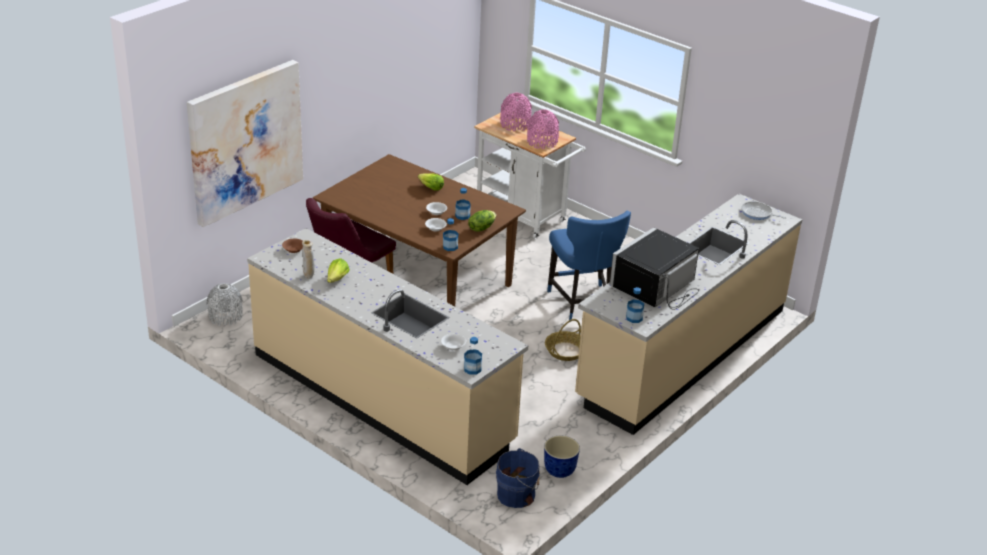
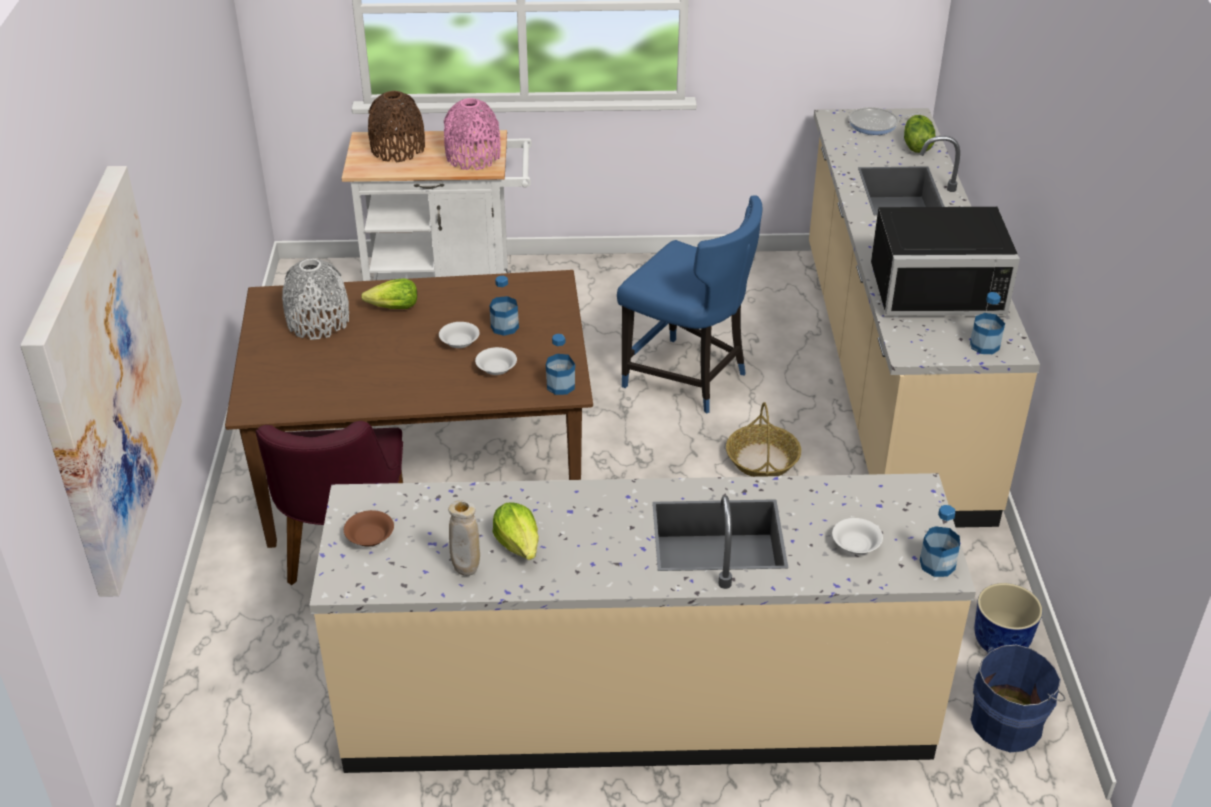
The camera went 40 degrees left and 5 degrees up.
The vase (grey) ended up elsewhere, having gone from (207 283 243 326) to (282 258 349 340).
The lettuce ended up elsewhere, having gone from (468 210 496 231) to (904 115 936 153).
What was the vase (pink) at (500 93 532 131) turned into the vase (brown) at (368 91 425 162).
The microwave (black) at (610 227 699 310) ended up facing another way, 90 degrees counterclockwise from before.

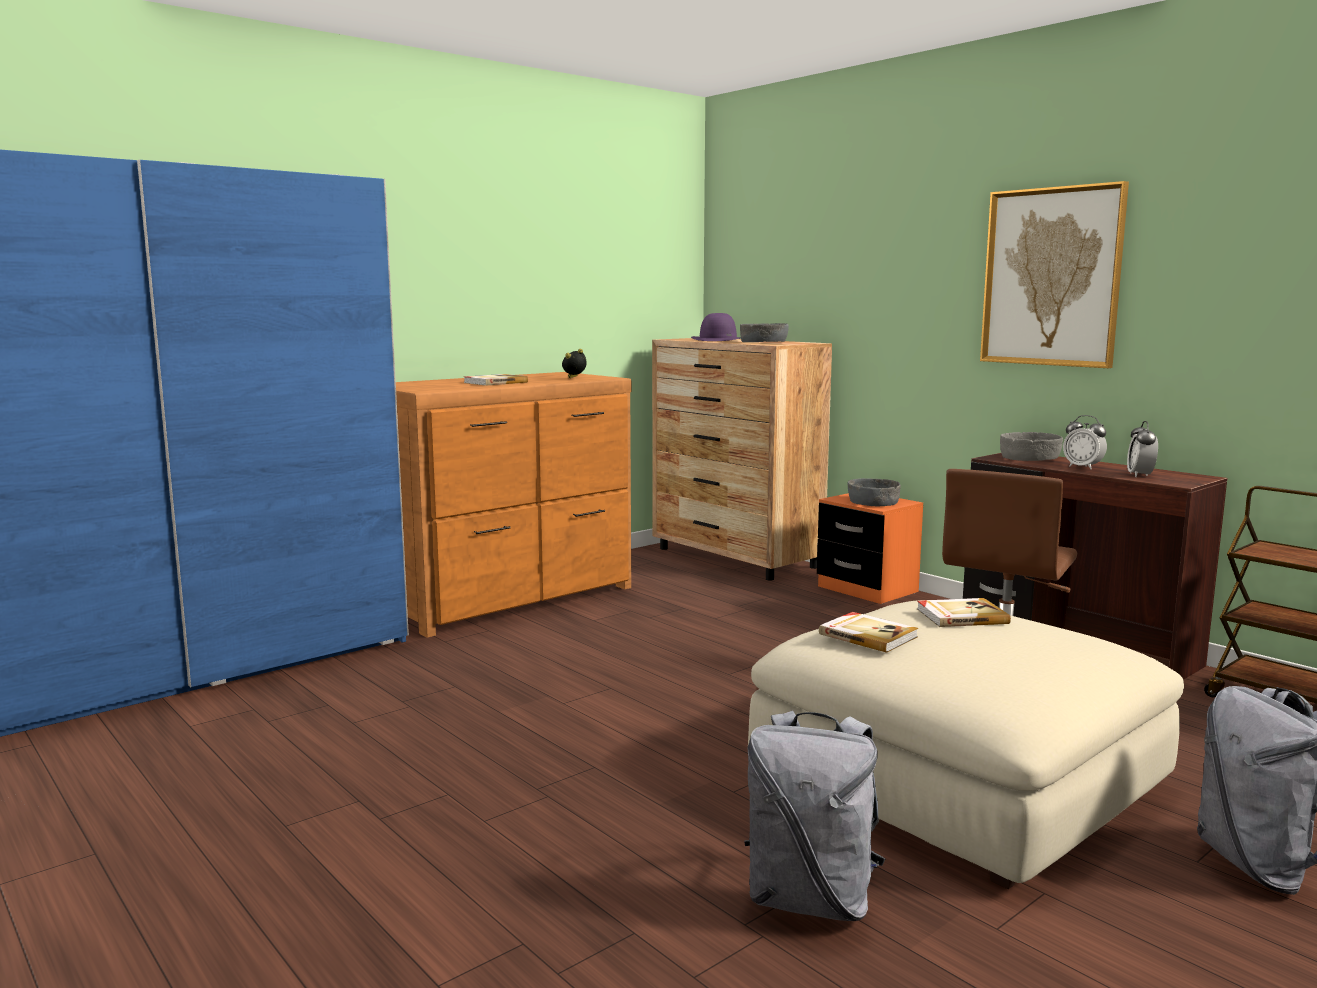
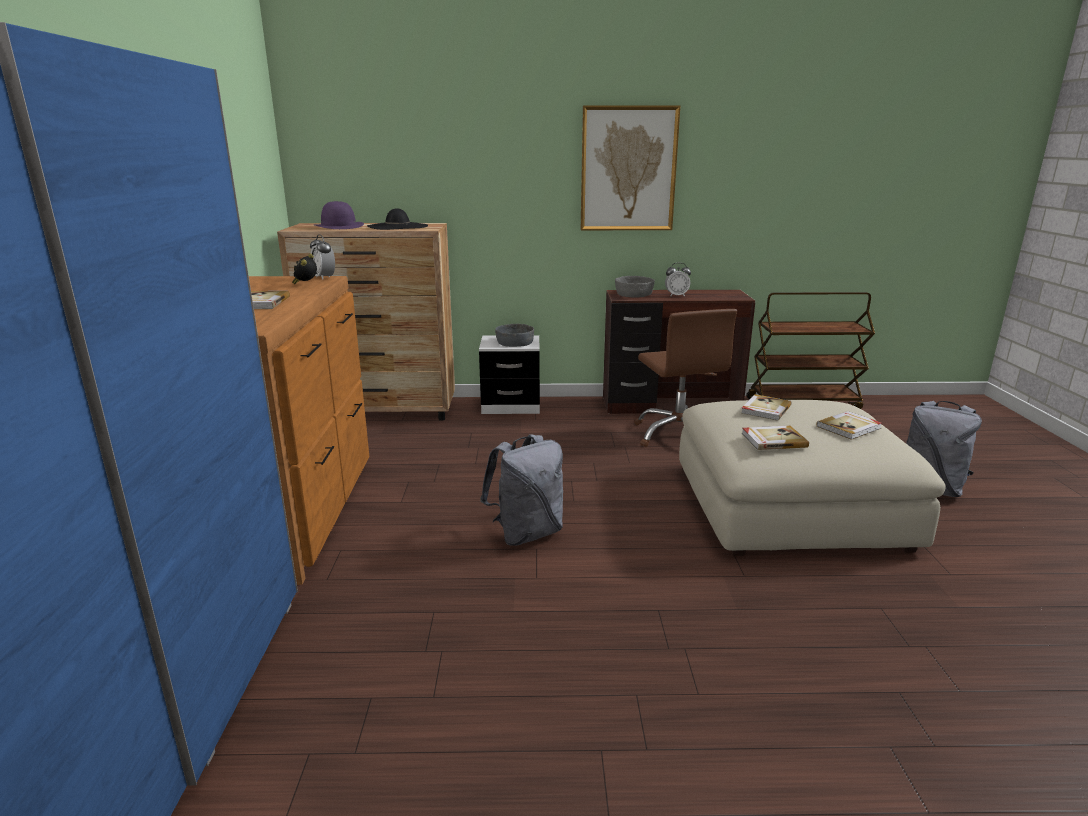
The camera went 50 degrees left and 10 degrees up.
The second view gained the book at (816 411 882 440).
The backpack (grey) ended up elsewhere, having gone from (744 711 885 921) to (480 434 563 546).
The alarm clock ended up elsewhere, having gone from (1127 421 1158 477) to (310 234 335 280).
Where the bowl (grey) stood at (740 323 789 342), the hat (black) came to stand at (367 208 428 230).
What was the nightstand (orange) at (817 493 923 604) turned into the nightstand (white) at (479 335 540 414).

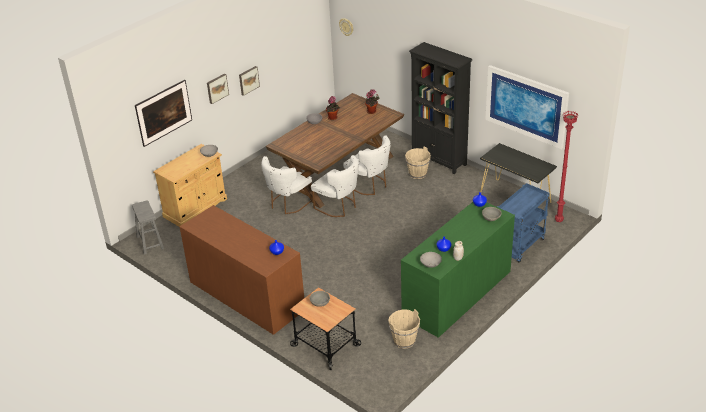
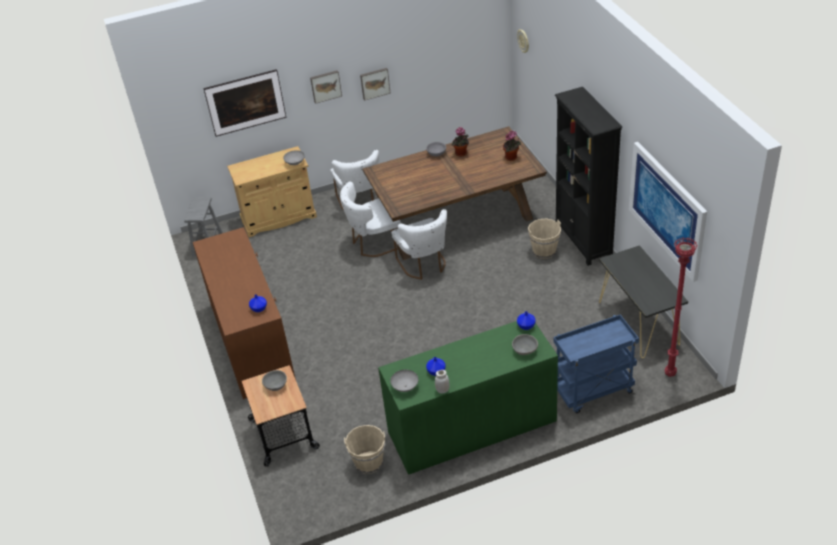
The camera went 30 degrees right and 5 degrees up.
The chair (white) ended up elsewhere, having gone from (343 136 391 195) to (330 150 379 209).

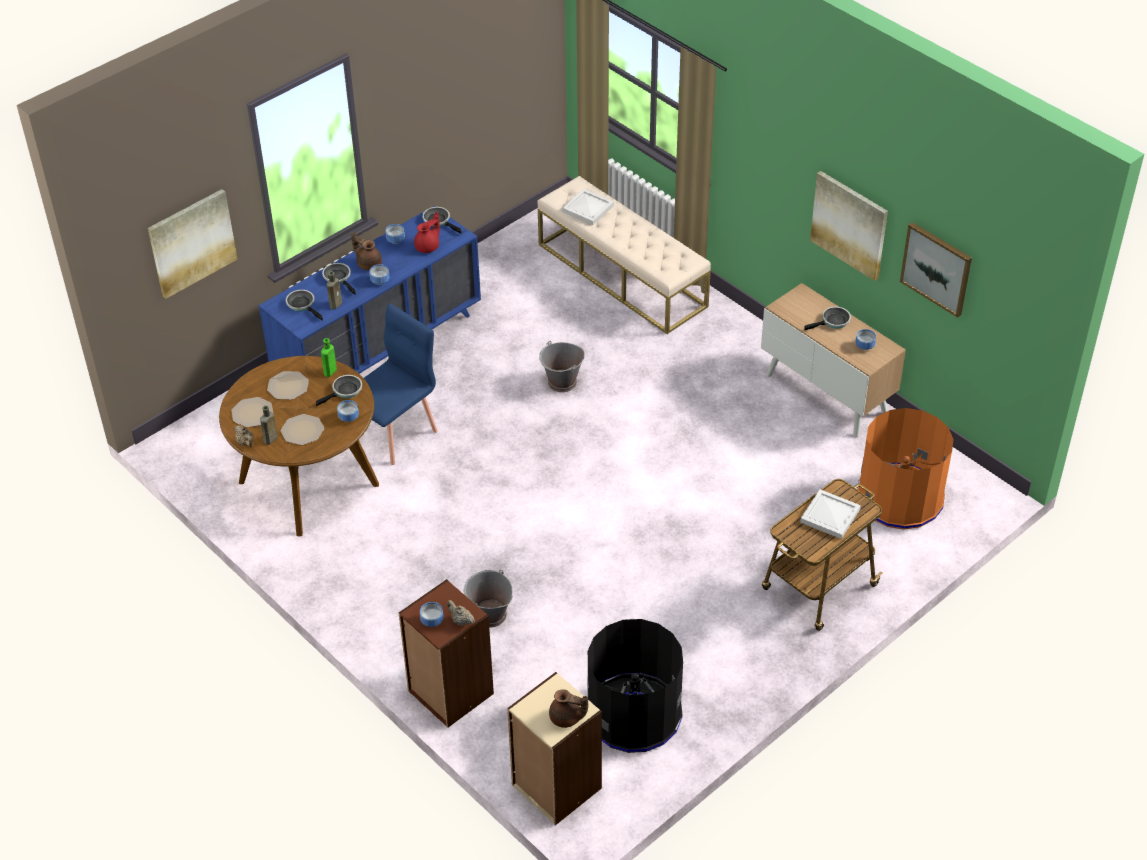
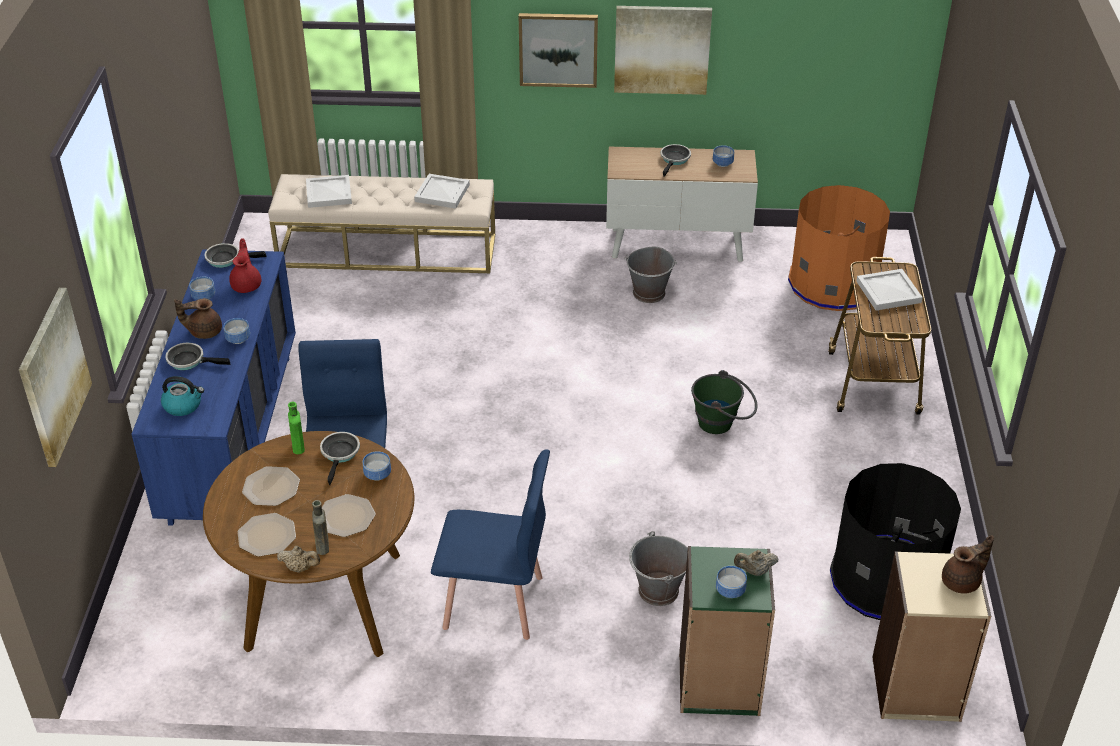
The camera went 45 degrees left and 5 degrees down.
The second view lost the bottle (brown) at (327 271 342 309).
The second view gained the tray (white) at (414 174 470 209).
The second view gained the chair (blue) at (431 450 550 640).
The second view gained the bucket (green) at (691 370 757 434).
The bucket (grey) ended up elsewhere, having gone from (539 341 585 392) to (624 247 677 303).
The picture ended up elsewhere, having gone from (900 222 972 318) to (519 13 598 88).
Where the frying pan stood at (286 290 323 321), the kettle came to stand at (161 376 204 416).
What was the bookcase (brown) at (399 579 494 728) turned into the bookcase (green) at (679 546 775 716).

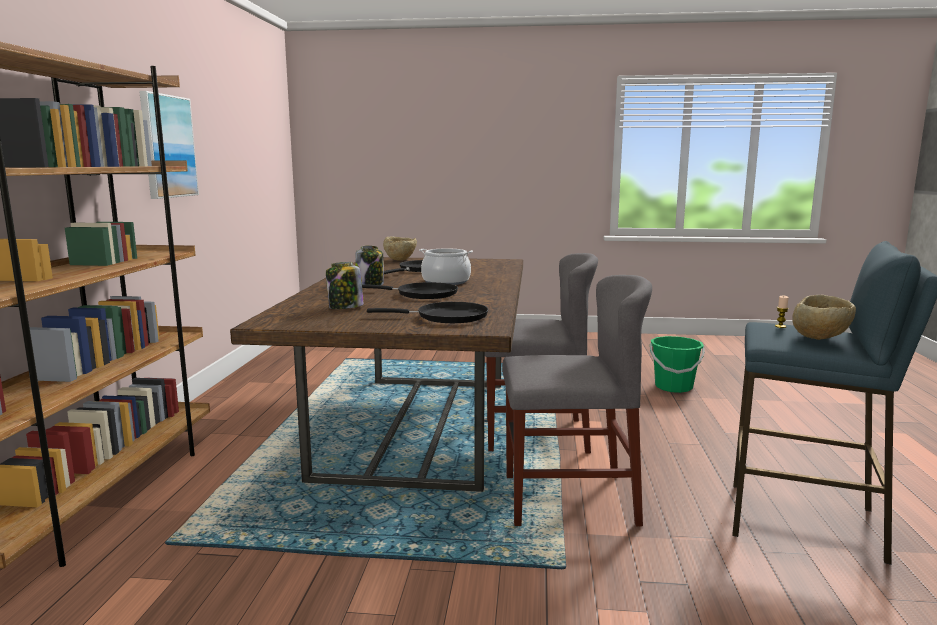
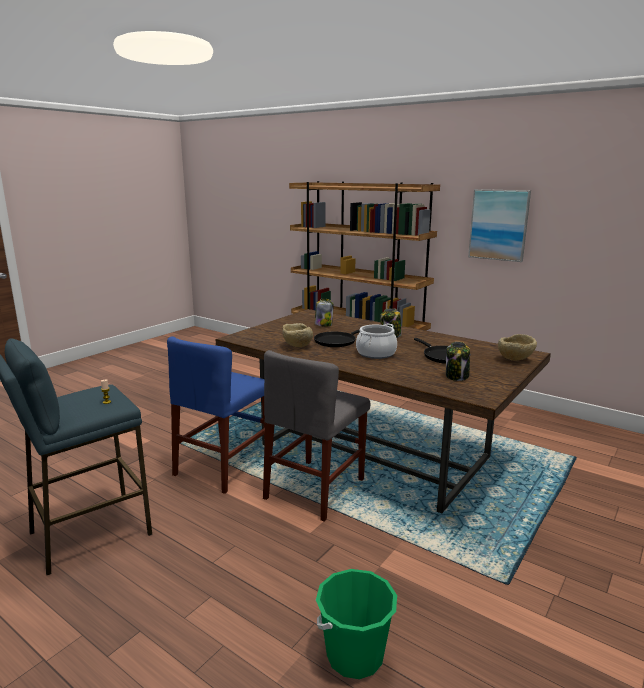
The camera went 120 degrees right and 5 degrees up.
The second view lost the frying pan (black) at (367 302 489 323).
The second view gained the jar at (446 342 470 381).
The bowl (beige) ended up elsewhere, having gone from (792 295 856 340) to (282 323 313 347).
What was the chair (grey) at (502 275 652 527) turned into the chair (blue) at (167 336 265 494).

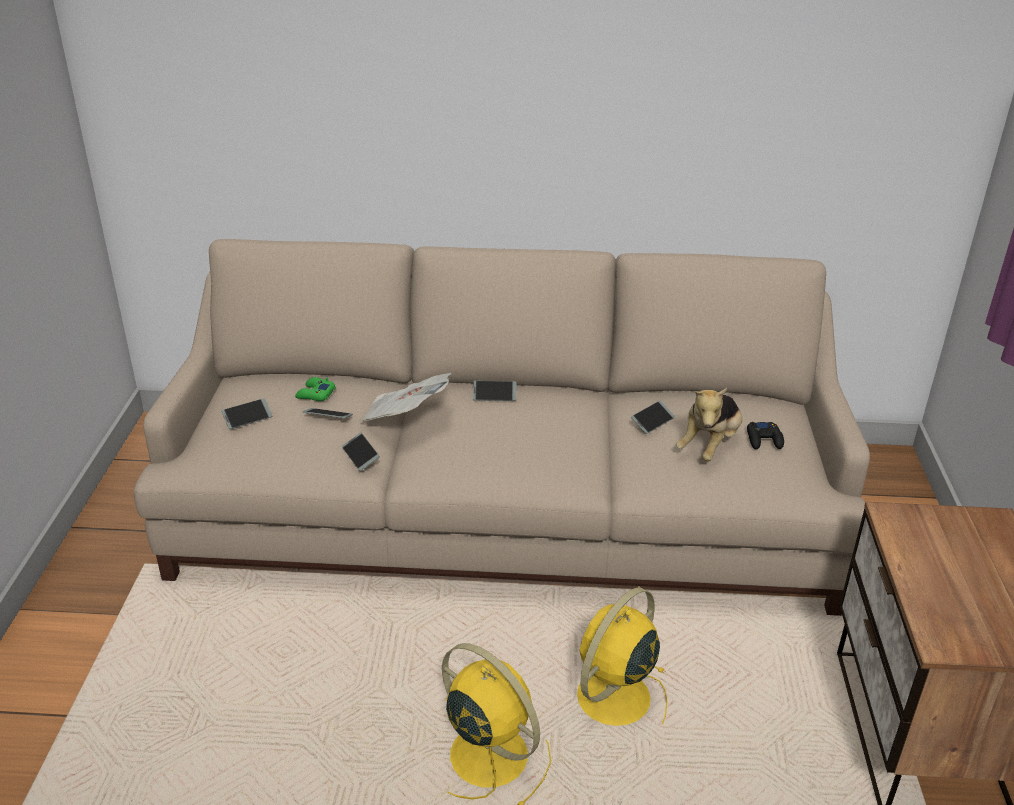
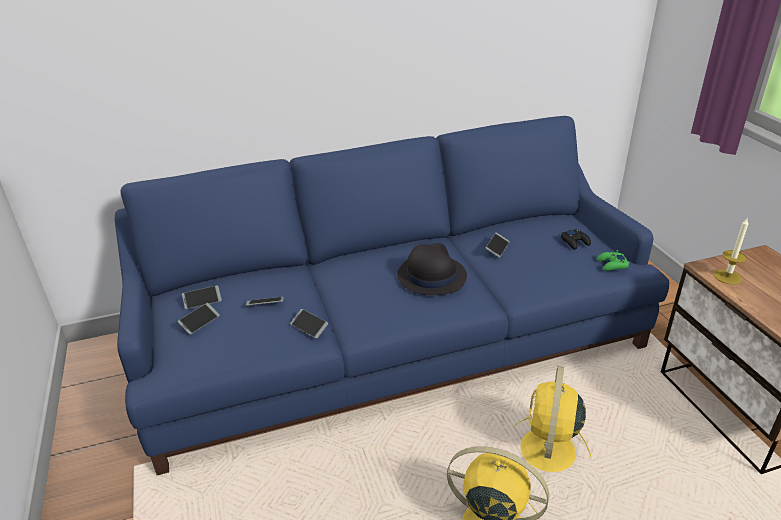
The camera went 20 degrees left and 0 degrees up.
The second view lost the newspaper at (360 373 451 421).
The second view lost the plush toy at (676 388 743 461).
The second view gained the hat (black) at (397 243 467 295).
The second view gained the candle at (714 218 749 285).
The game controller (green) ended up elsewhere, having gone from (295 377 336 401) to (597 250 630 271).
The phone ended up elsewhere, having gone from (473 381 516 401) to (182 286 222 309).
What was the sofa (beige) at (134 239 870 616) turned into the sofa (blue) at (115 116 669 475).

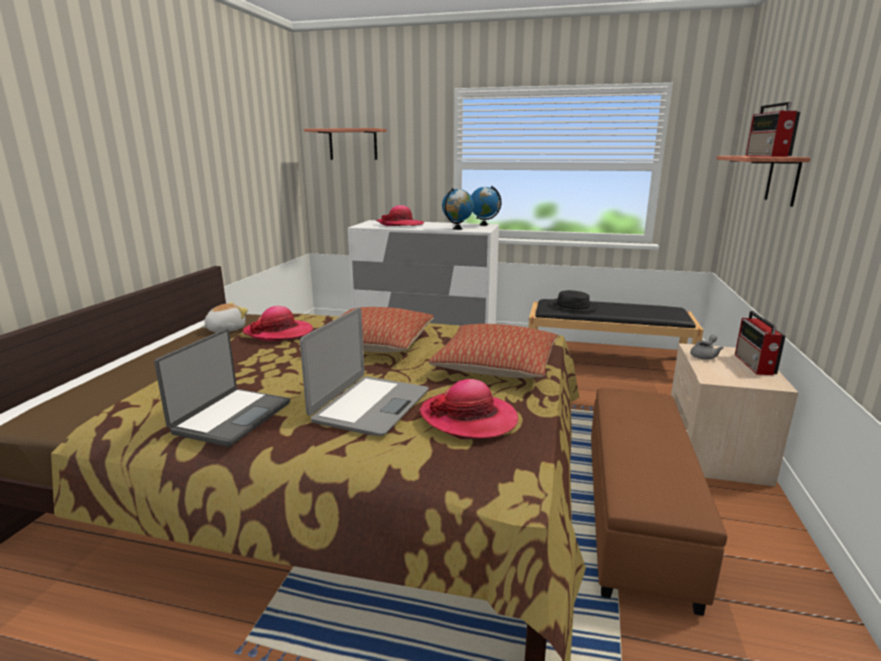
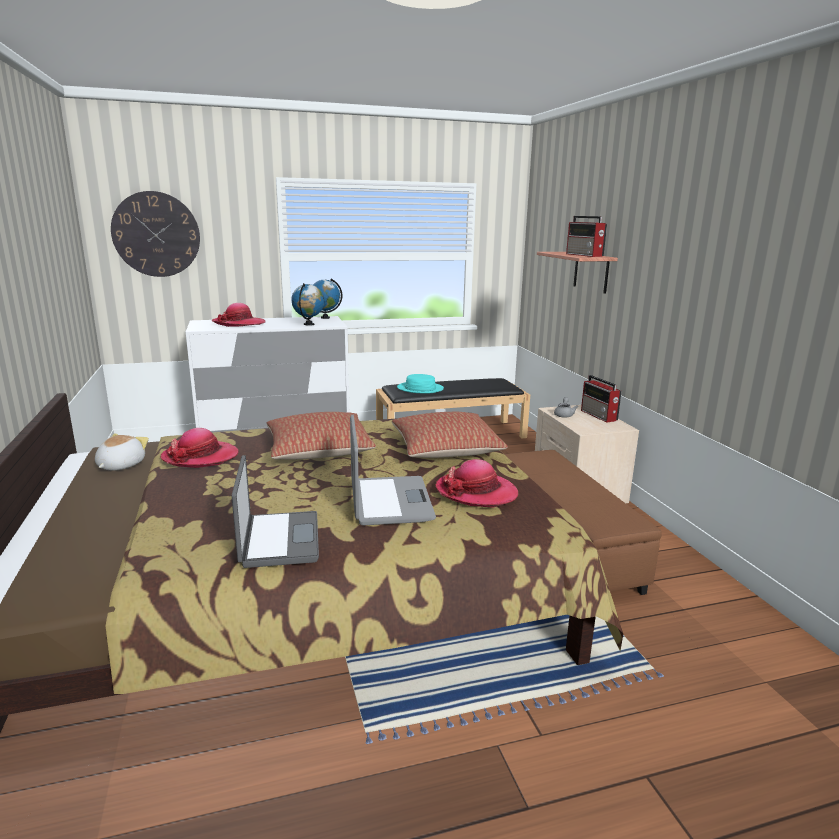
The camera went 30 degrees left and 0 degrees up.
Where the shelf hung at (304 128 387 160), the wall clock came to hang at (111 191 200 277).
What was the hat (black) at (549 290 598 312) turned into the hat (turquoise) at (397 374 444 393).

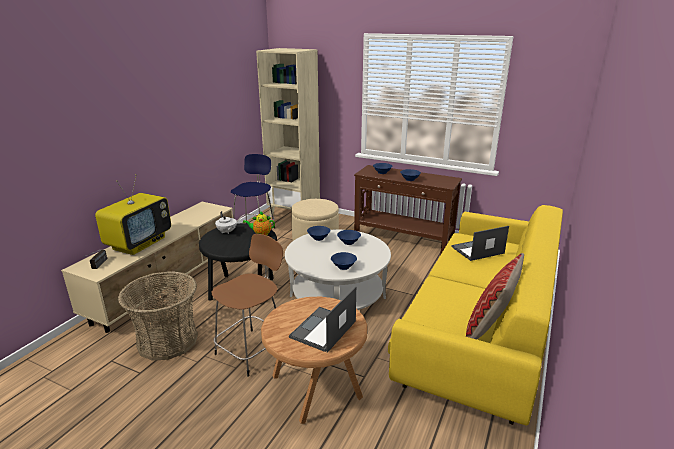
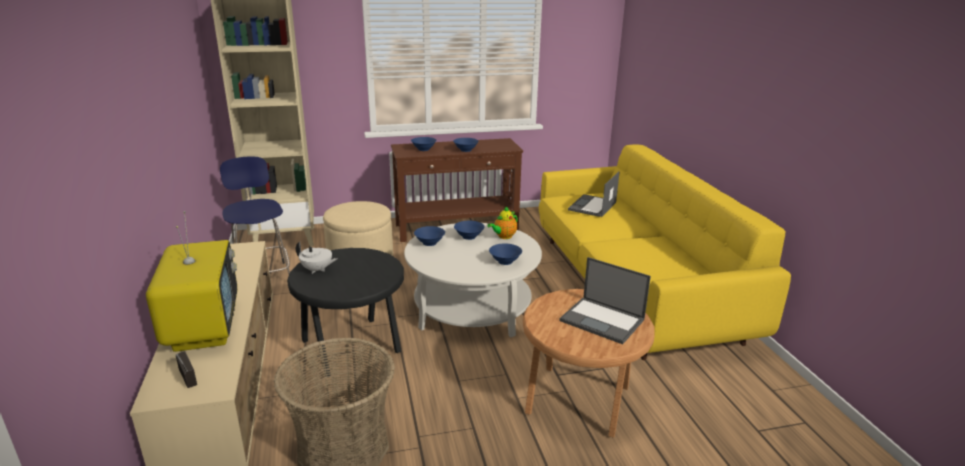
The camera went 40 degrees left and 0 degrees up.
The second view lost the stool (brown) at (211 234 283 377).
The second view lost the pillow at (466 253 524 340).
The teapot ended up elsewhere, having gone from (243 211 275 235) to (487 207 518 239).
The laptop at (289 286 356 353) ended up facing another way, 45 degrees counterclockwise from before.

